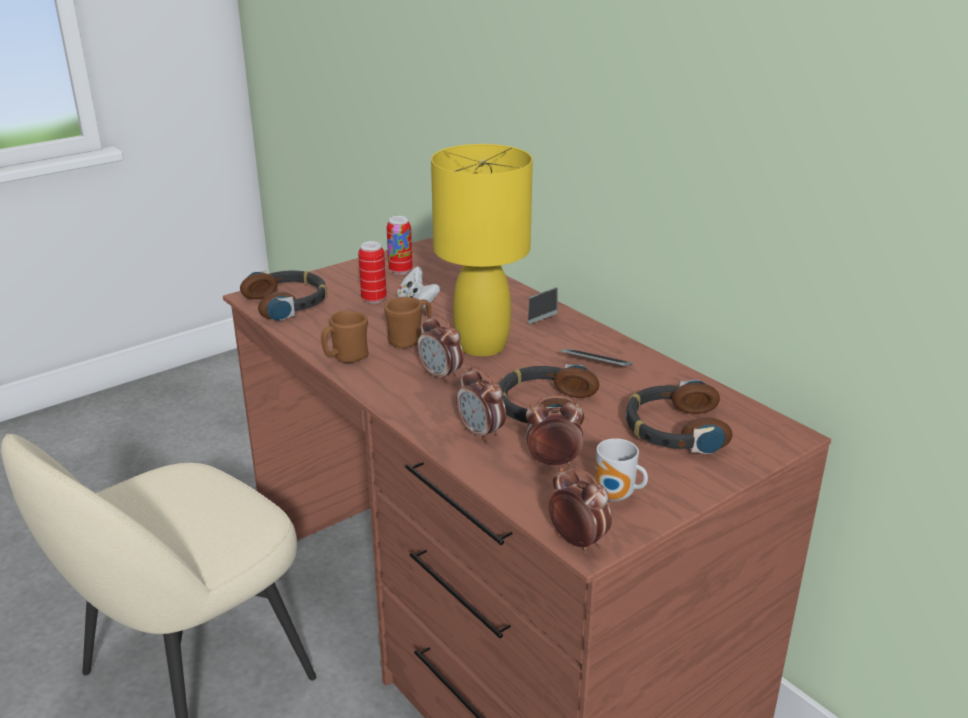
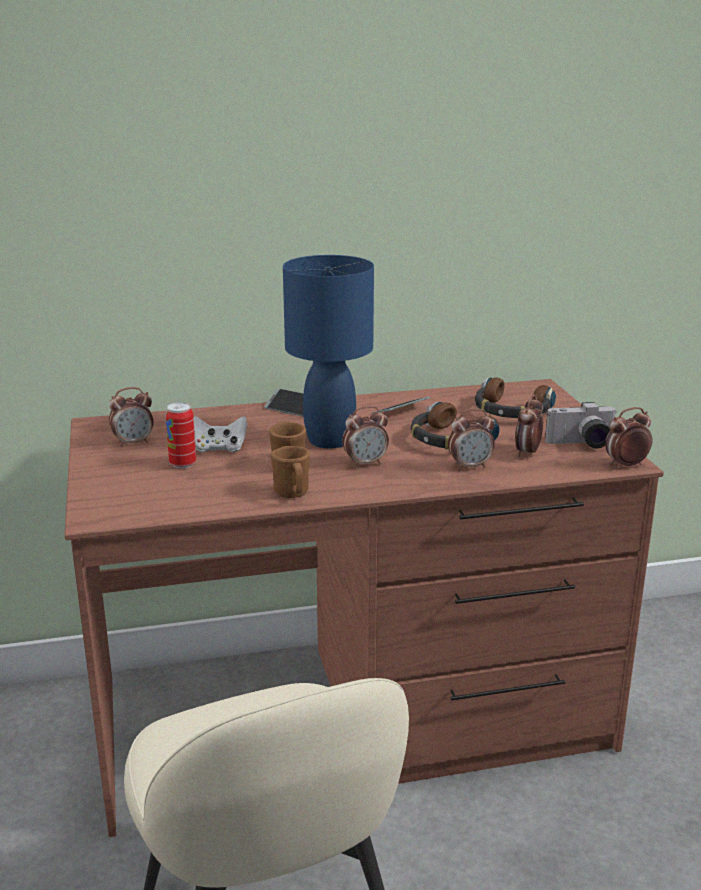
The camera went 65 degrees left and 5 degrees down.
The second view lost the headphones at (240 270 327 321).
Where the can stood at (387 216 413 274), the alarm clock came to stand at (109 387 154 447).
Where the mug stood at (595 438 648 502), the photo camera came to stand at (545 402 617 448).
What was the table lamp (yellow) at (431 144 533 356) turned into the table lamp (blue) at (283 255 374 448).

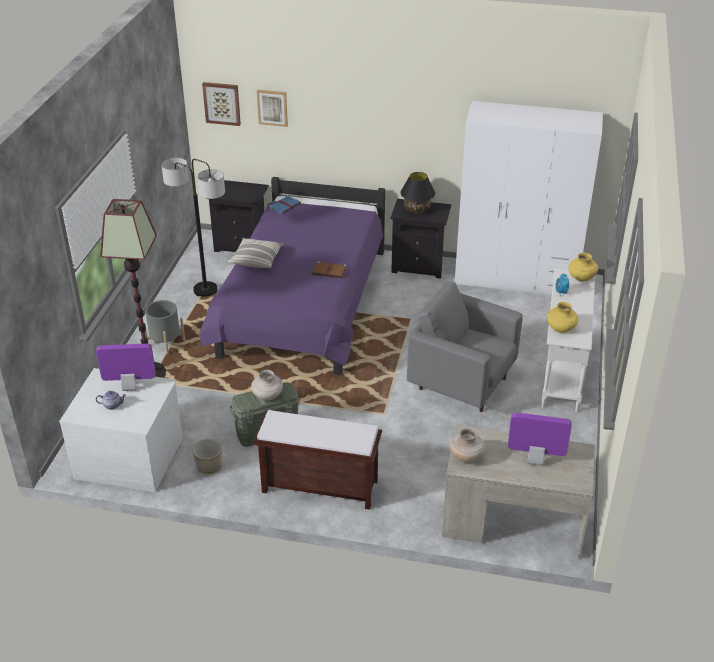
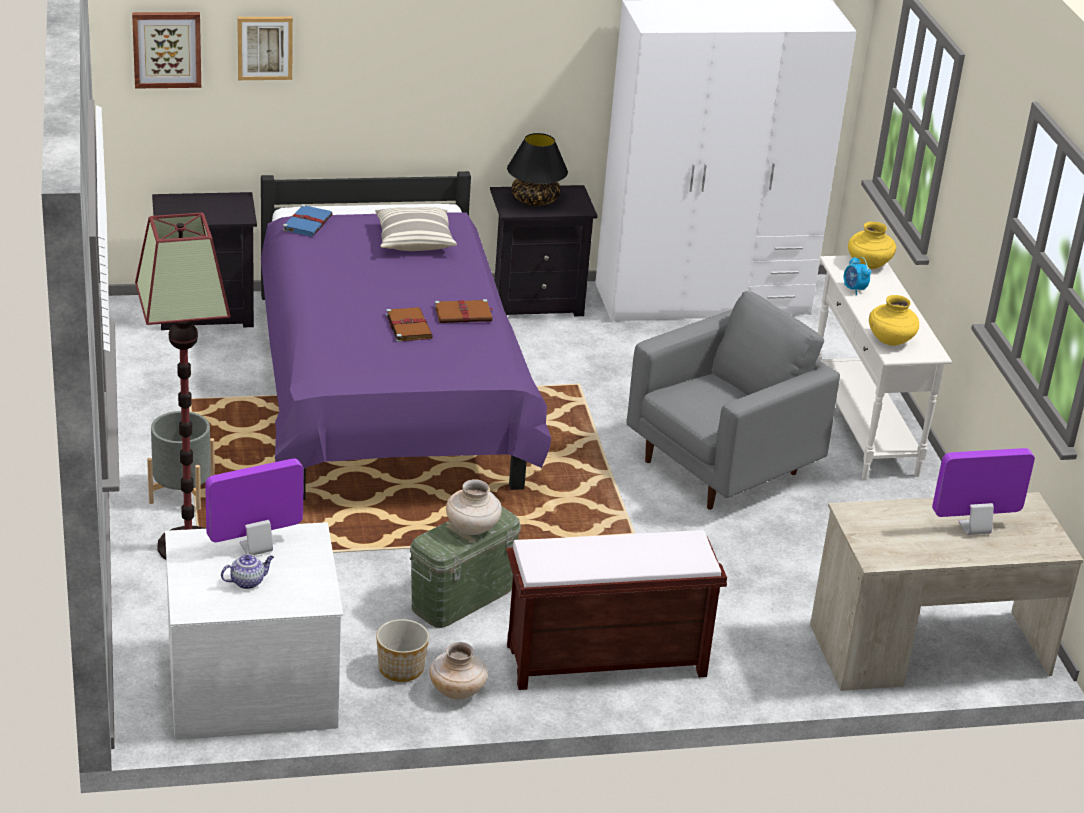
The camera went 25 degrees left and 5 degrees down.
The second view lost the floor lamp at (161 157 225 297).
The second view gained the book (brown) at (386 307 433 342).
The pillow ended up elsewhere, having gone from (228 238 283 268) to (375 207 457 251).
The vase (beige) ended up elsewhere, having gone from (449 428 485 463) to (429 642 488 700).
The armchair (grey) at (407 282 523 412) ended up facing another way, 135 degrees clockwise from before.

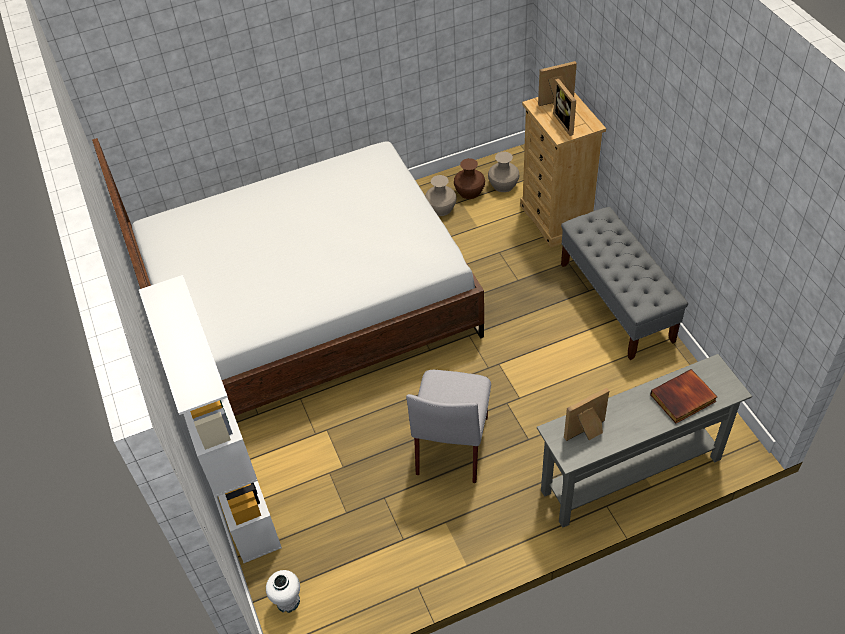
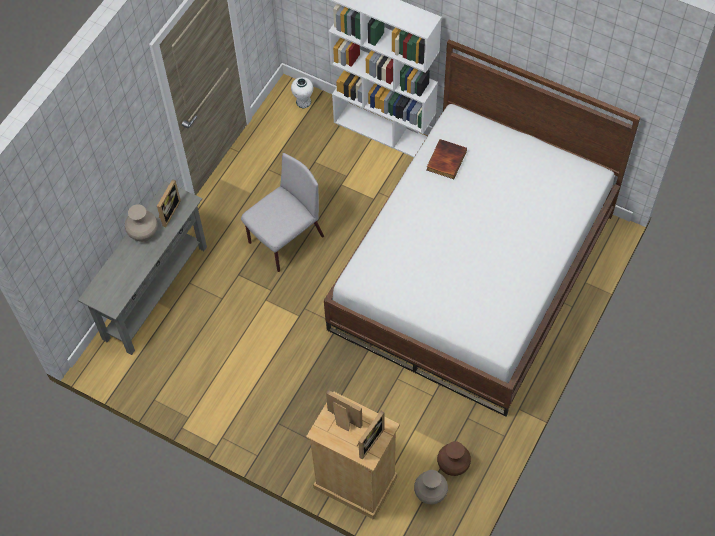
The camera went 140 degrees right and 10 degrees up.
The second view lost the bench (grey) at (561 207 688 360).
The vase (beige) ended up elsewhere, having gone from (425 175 457 216) to (125 204 158 242).
The book ended up elsewhere, having gone from (650 369 717 423) to (427 139 467 179).
The chair (grey) at (406 370 491 483) ended up facing another way, 75 degrees clockwise from before.

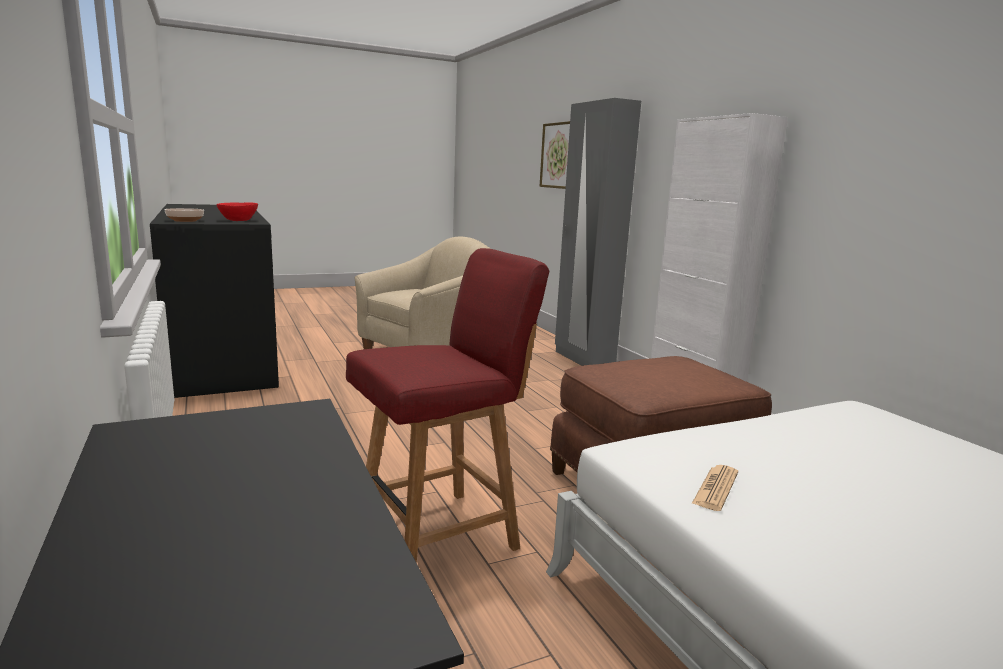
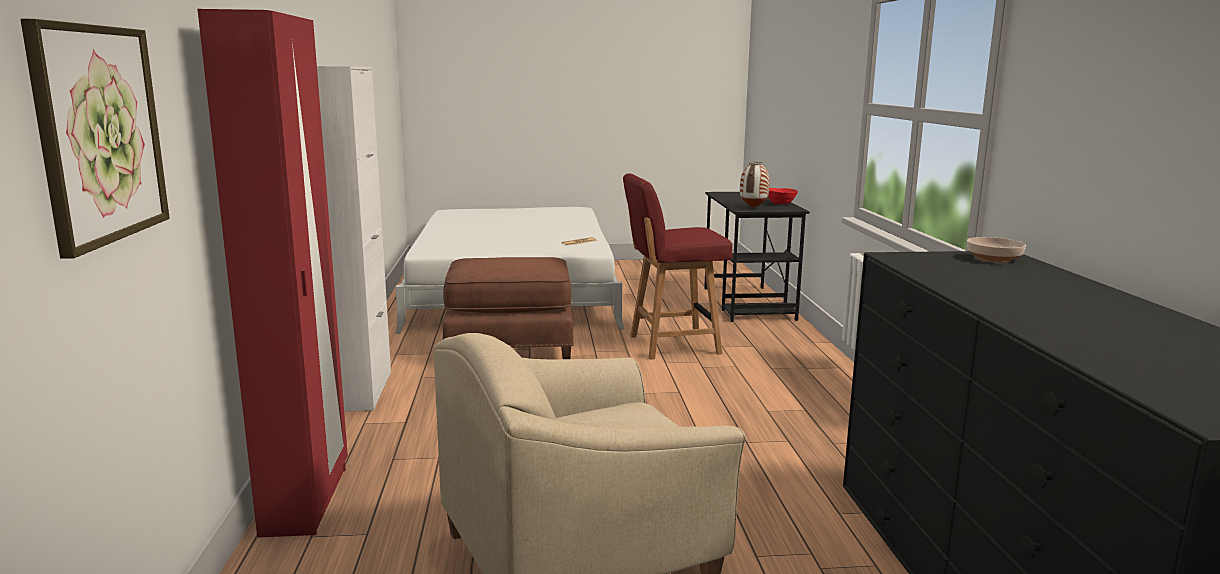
The camera went 160 degrees left and 0 degrees up.
The second view gained the vase at (740 162 770 208).
The bowl (red) ended up elsewhere, having gone from (216 203 258 221) to (768 188 798 204).
What was the wardrobe (grey) at (555 98 641 366) turned into the wardrobe (red) at (197 9 348 538).

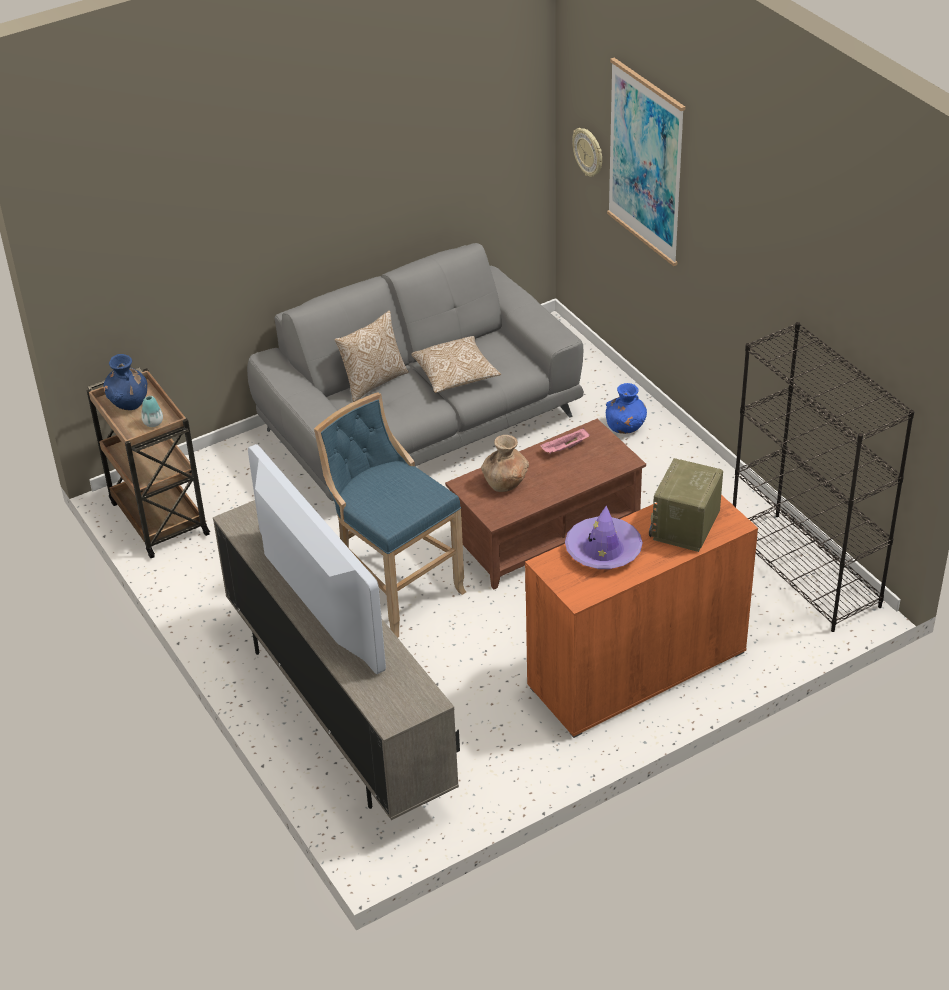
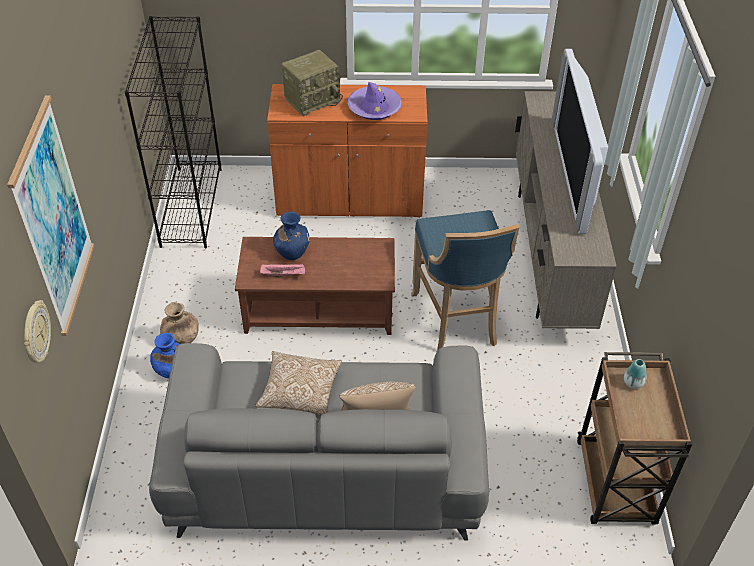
The camera went 150 degrees left and 5 degrees up.
The vase (blue) ended up elsewhere, having gone from (104 354 148 410) to (273 211 310 260).
The vase (brown) ended up elsewhere, having gone from (481 435 529 492) to (160 302 199 344).

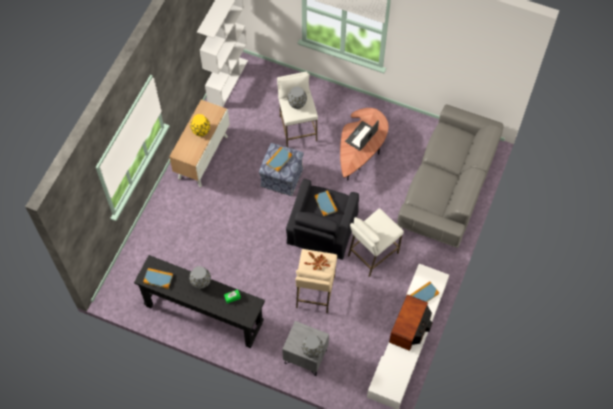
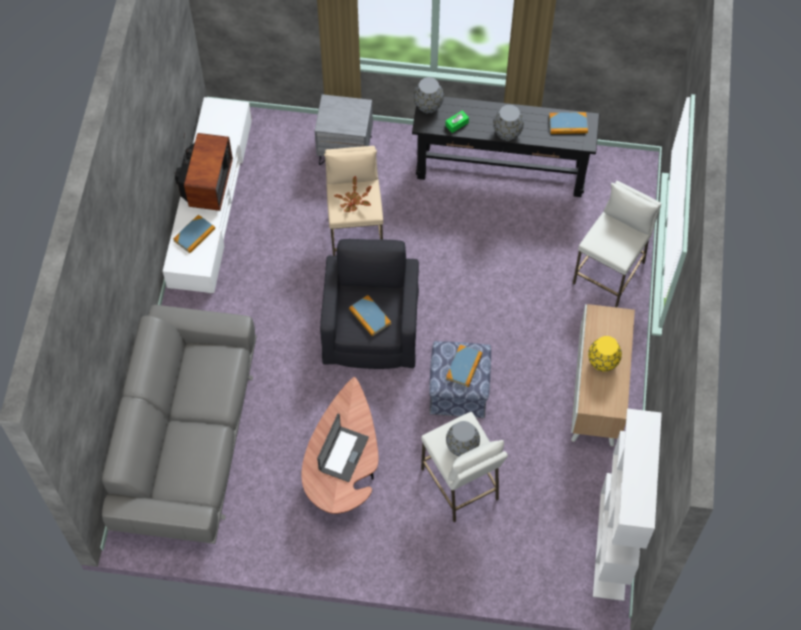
The camera went 165 degrees right and 0 degrees up.
The vase (grey) ended up elsewhere, having gone from (302 336 324 358) to (413 77 444 114).
The stool (white) ended up elsewhere, having gone from (348 208 404 277) to (573 181 661 308).

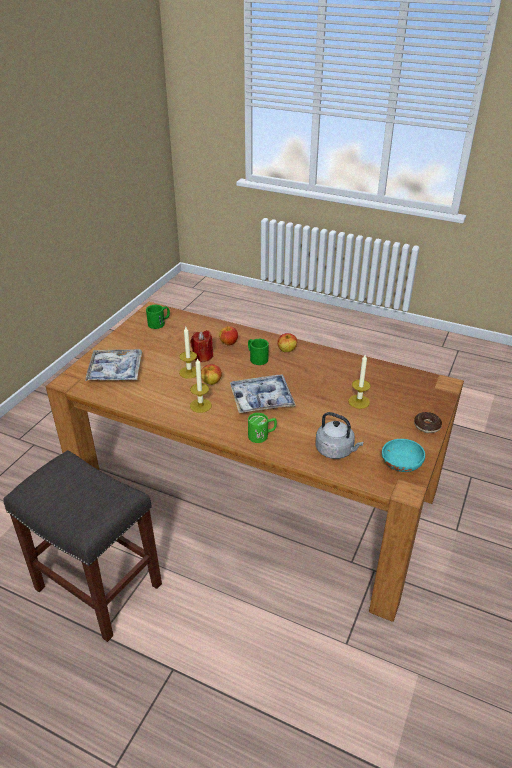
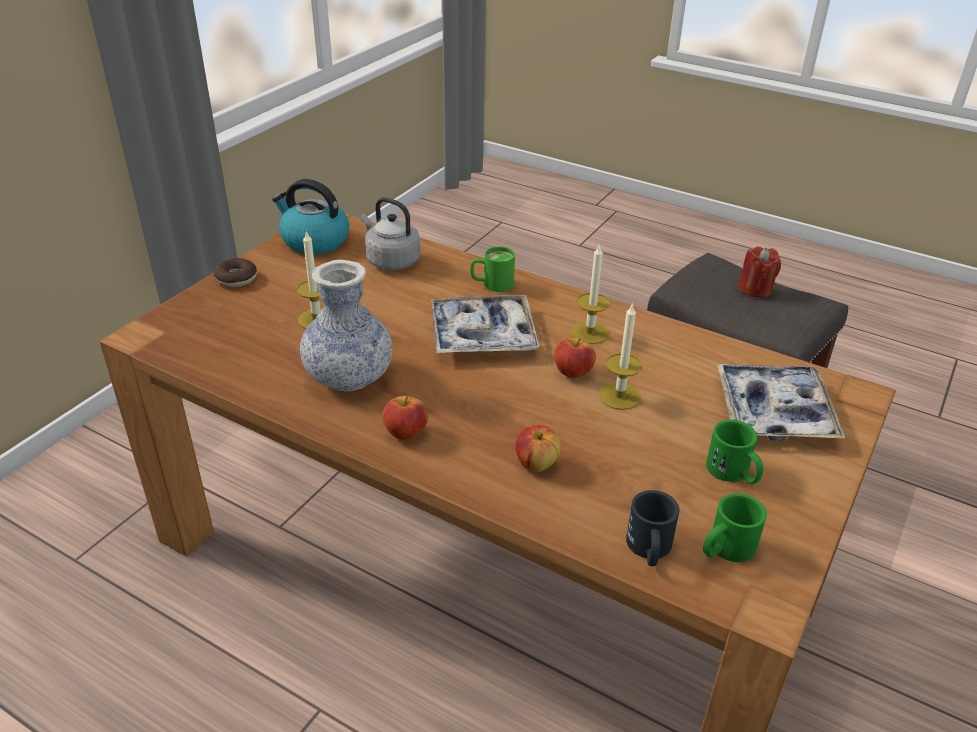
The camera went 175 degrees left and 0 degrees up.
The second view gained the vase at (300 259 393 391).
The second view gained the mug (black) at (626 490 679 566).
The candle (red) ended up elsewhere, having gone from (190 330 213 363) to (738 246 781 298).
The mug (green) ended up elsewhere, having gone from (248 339 269 365) to (706 420 763 484).
Where the bowl (turquoise) stood at (382 439 425 472), the kettle came to stand at (272 179 350 254).

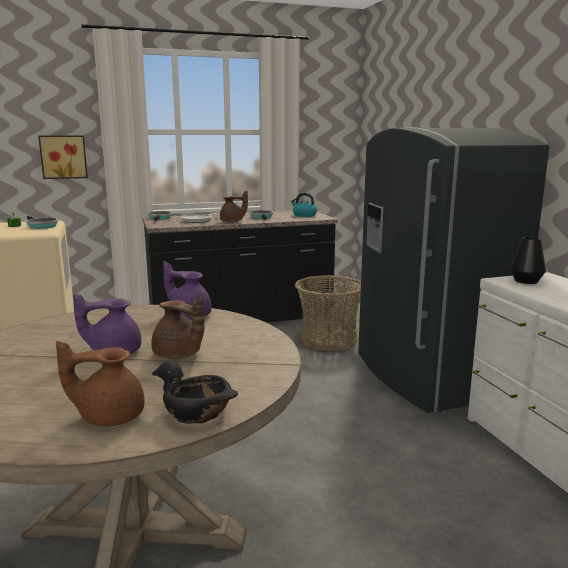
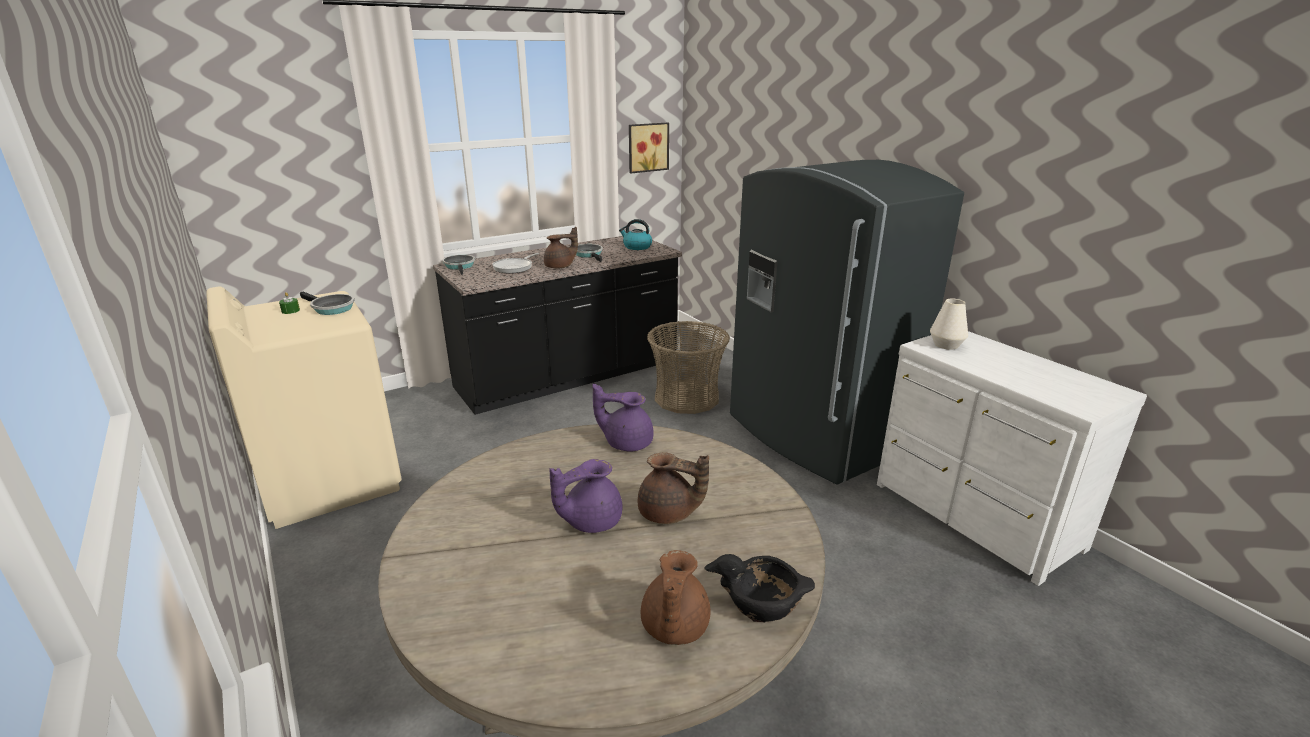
The camera went 15 degrees left and 10 degrees up.
The picture ended up elsewhere, having gone from (38 136 88 179) to (629 123 669 173).
What was the vase (black) at (510 237 546 284) turned into the vase (white) at (930 299 968 350).
The teapot (brown) at (56 341 145 426) ended up facing another way, 60 degrees counterclockwise from before.

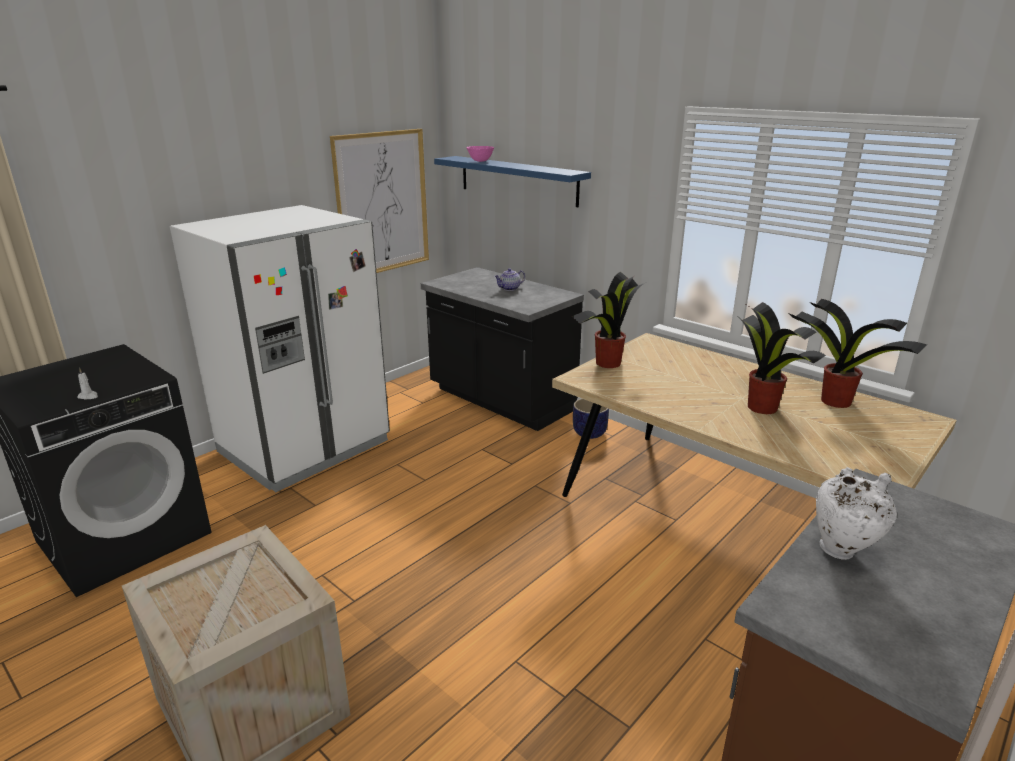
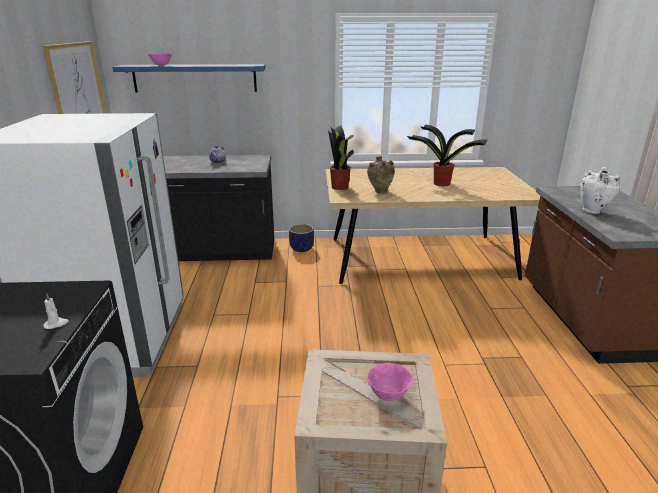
The camera went 45 degrees left and 0 degrees up.
The second view lost the potted plant at (788 299 927 408).
The second view gained the vase (beige) at (367 156 395 193).
The second view gained the bowl (pink) at (367 363 413 401).

